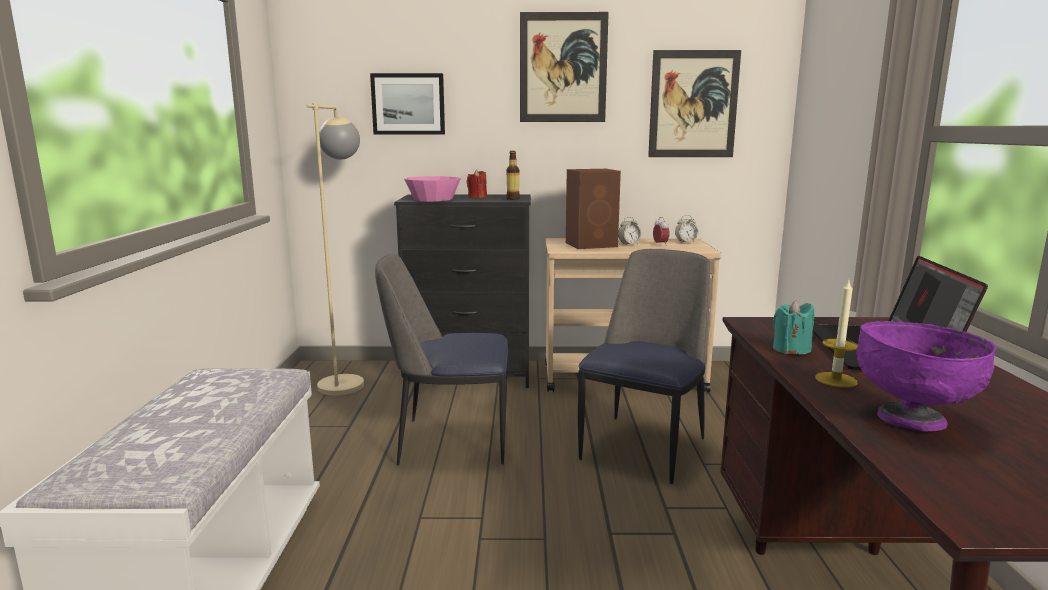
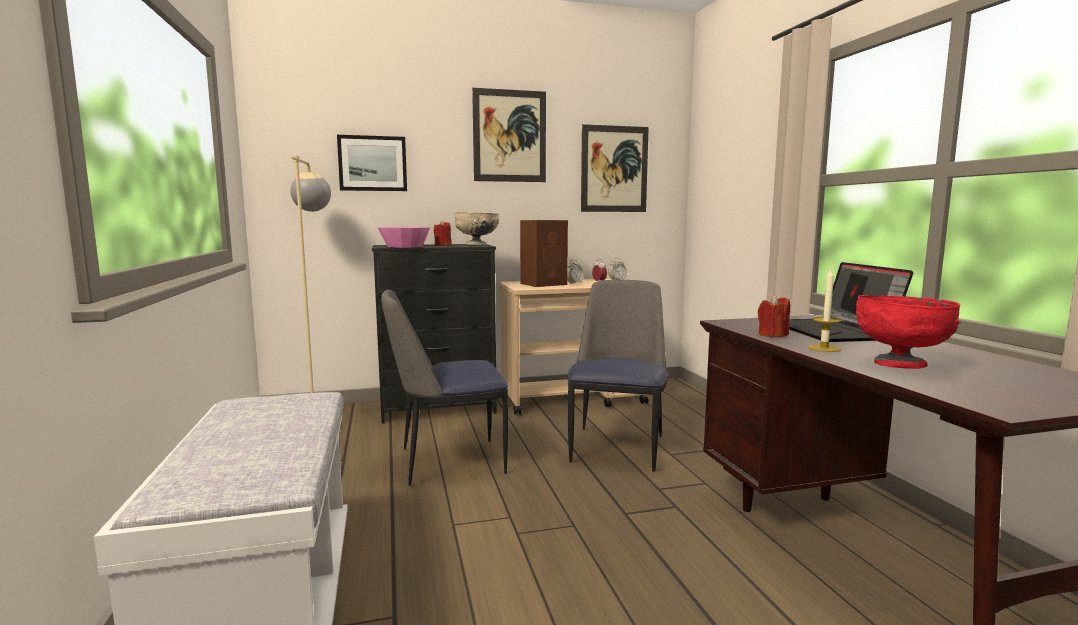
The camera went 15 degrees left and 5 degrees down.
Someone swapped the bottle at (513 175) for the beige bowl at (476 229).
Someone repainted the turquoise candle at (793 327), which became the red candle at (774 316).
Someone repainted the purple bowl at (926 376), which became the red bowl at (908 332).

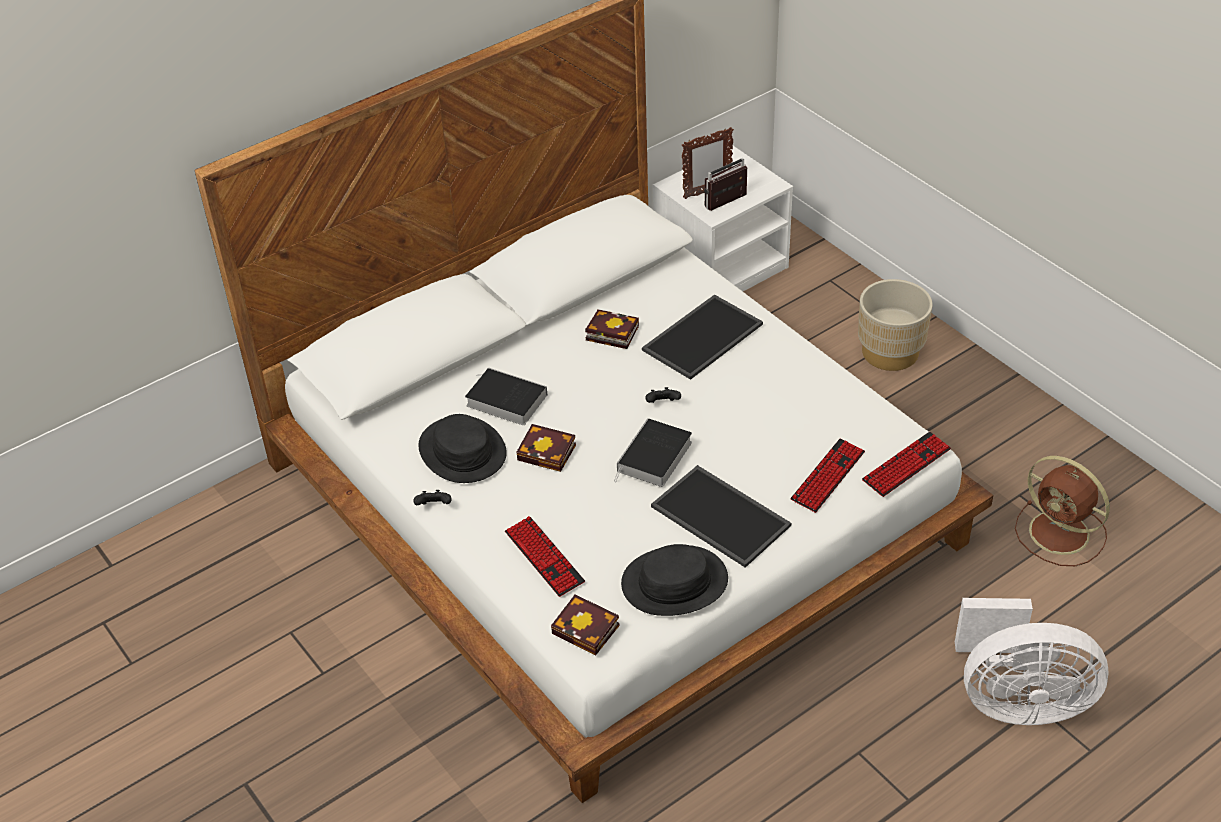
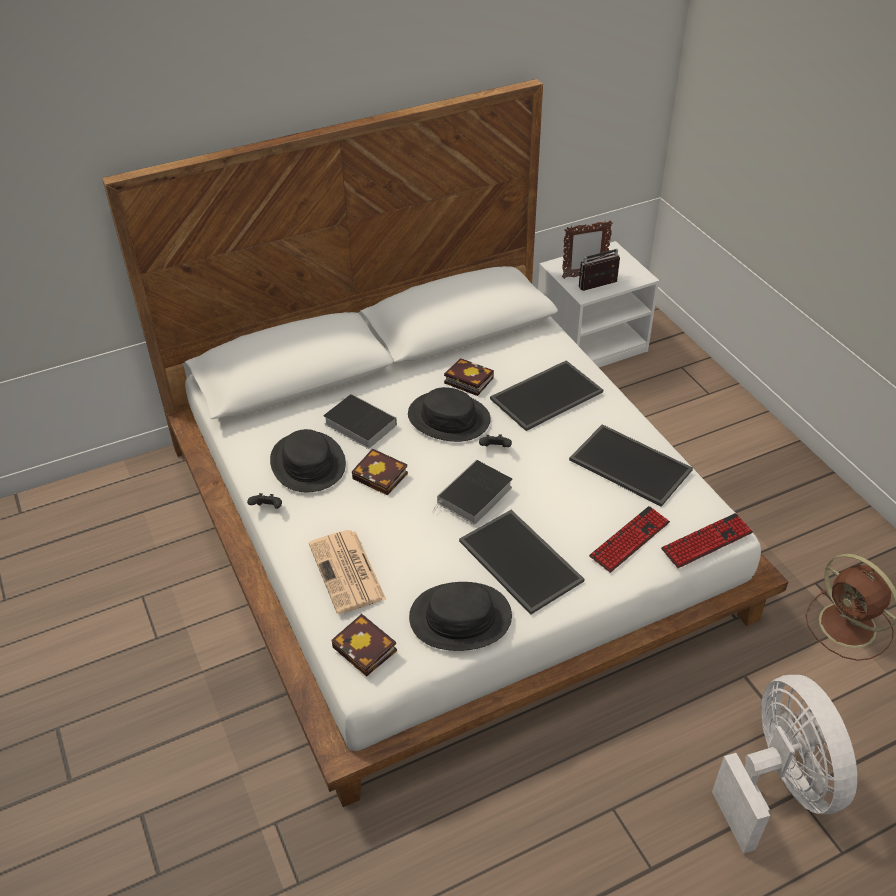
The camera went 10 degrees right and 0 degrees up.
Someone swapped the keyboard at (545 556) for the newspaper at (347 572).
Someone put down the black hat at (449 414).
Someone put down the tray at (631 465).
Someone rotated the white fan at (1031 661) by 120 degrees counterclockwise.
Someone took away the beige planter at (895 325).

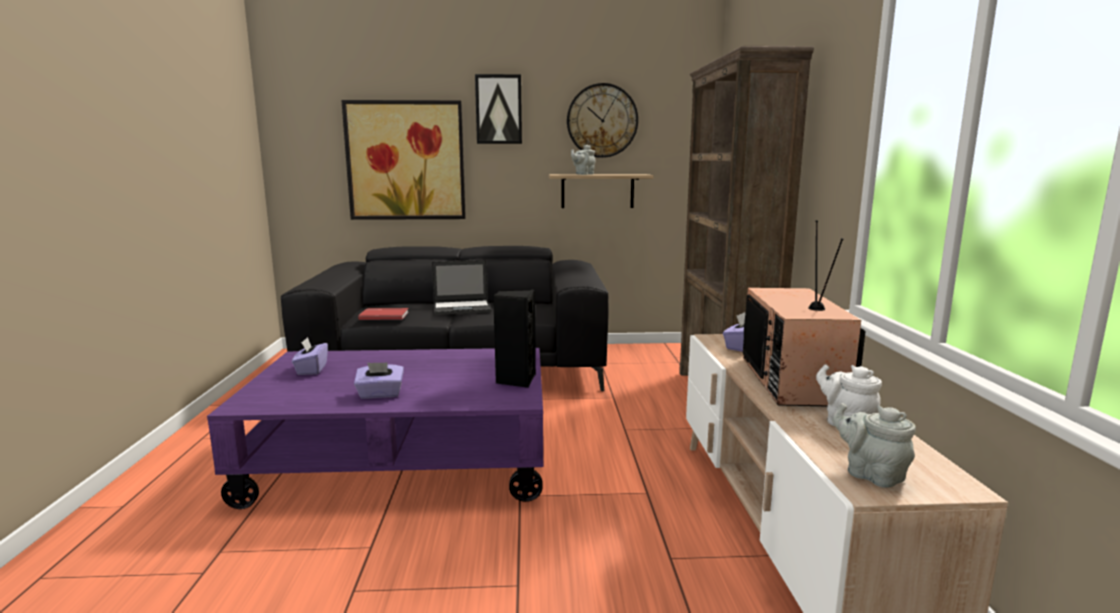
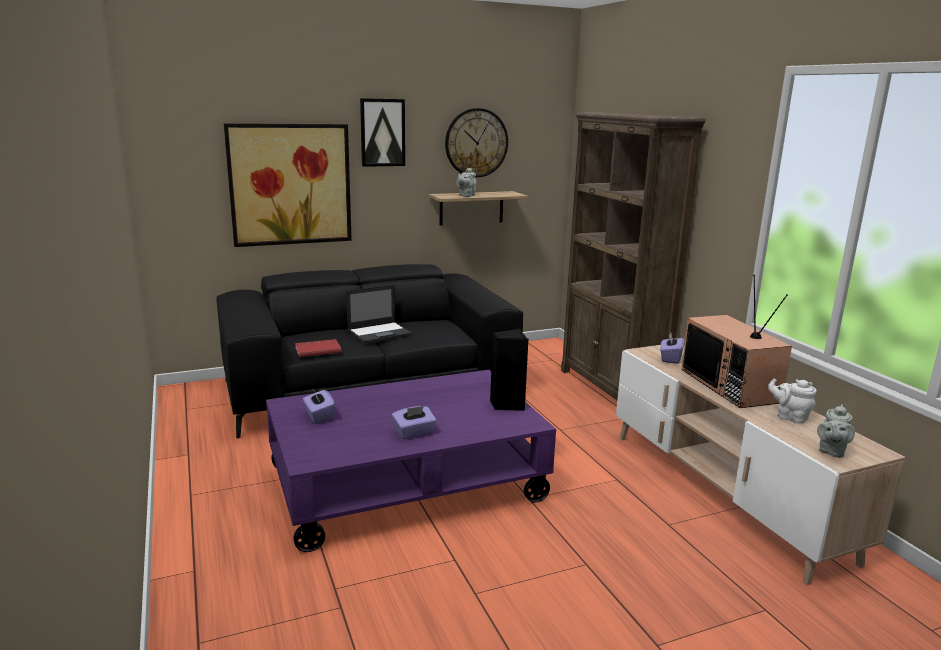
The camera went 20 degrees left and 5 degrees up.
Someone rotated the grey teapot at (874 445) by 90 degrees counterclockwise.

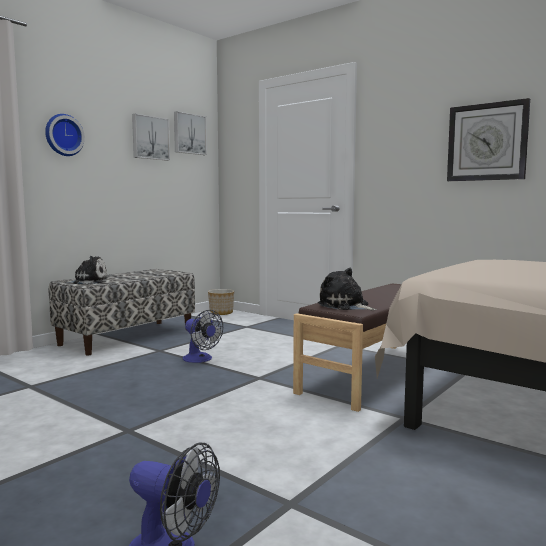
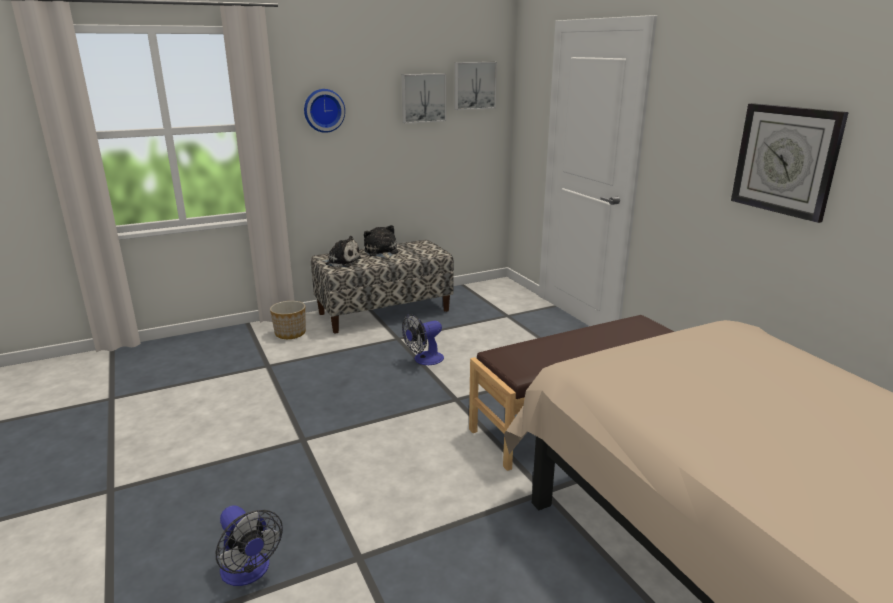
The camera went 25 degrees right and 15 degrees up.
Someone carried the planter from (221 302) to (288 320).
Someone carried the plush toy from (347 289) to (381 242).
Someone rotated the fan at (203 336) by 75 degrees clockwise.

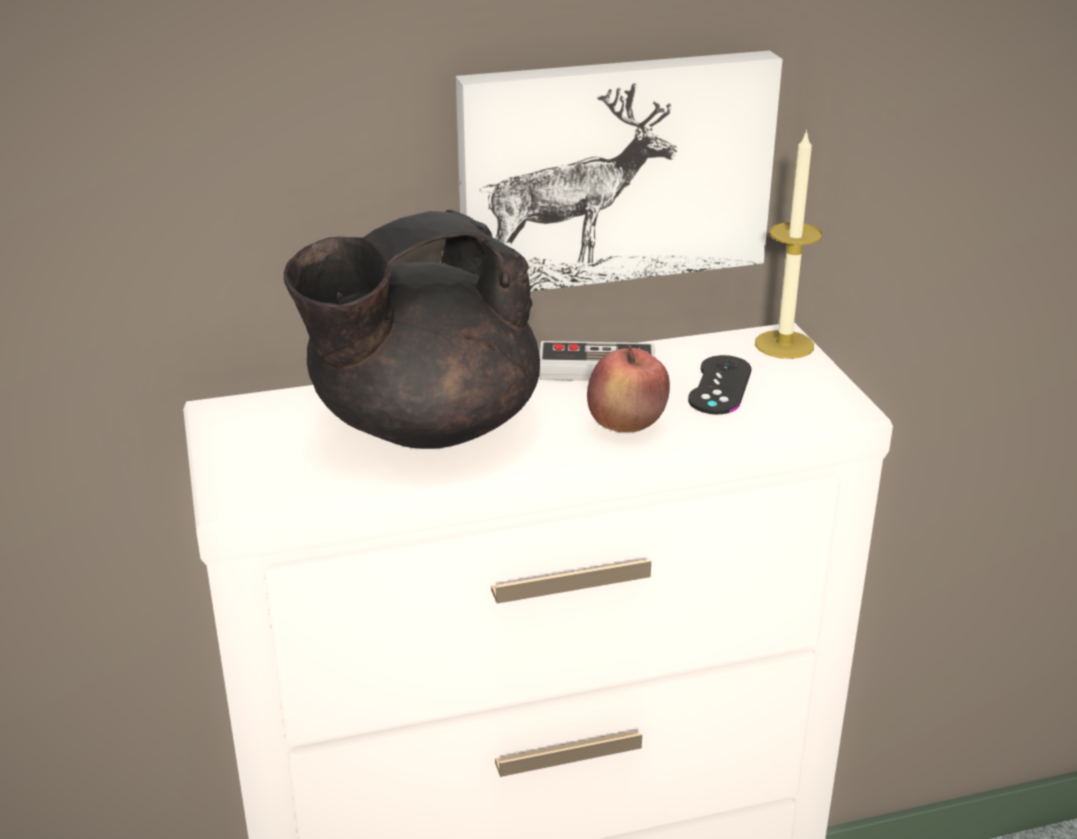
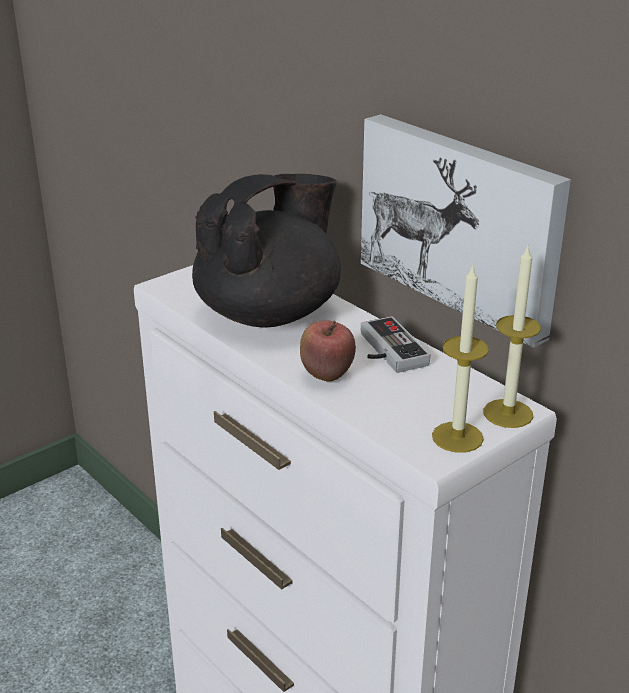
The camera went 65 degrees right and 0 degrees up.
Someone rotated the black teapot at (412 329) by 105 degrees clockwise.
Someone put down the candle at (460 358).
Someone took away the black game controller at (719 384).

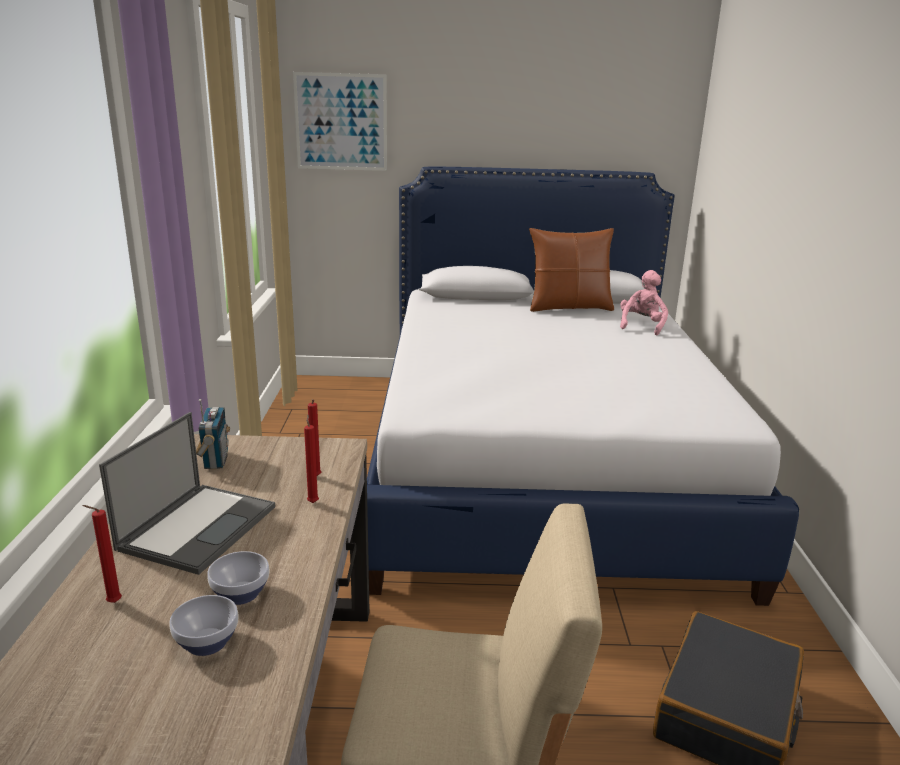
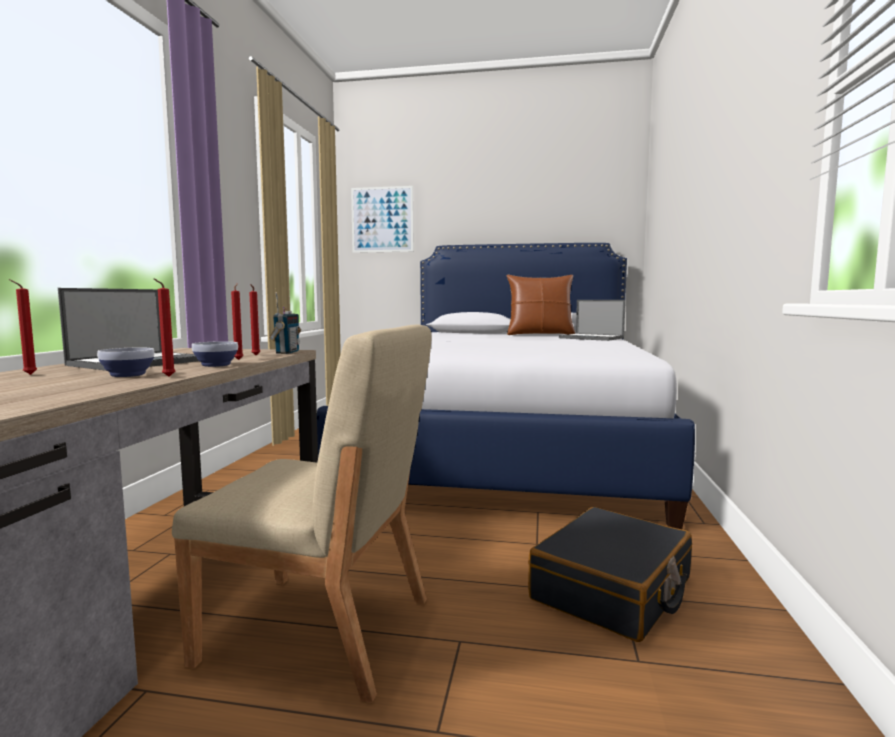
The camera went 10 degrees right and 15 degrees down.
Someone put down the red candle at (164 327).
Someone carried the bowl from (203 625) to (215 354).
Someone carried the radio from (213 434) to (285 323).
Someone swapped the pink plush toy at (644 302) for the laptop at (592 320).

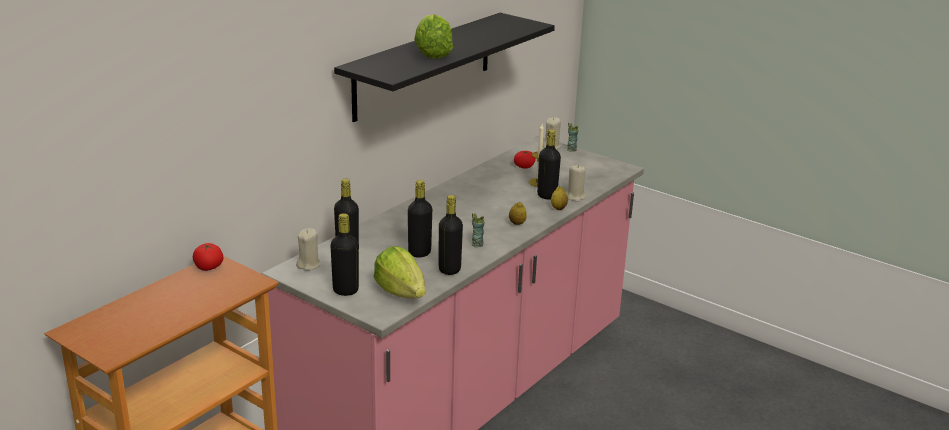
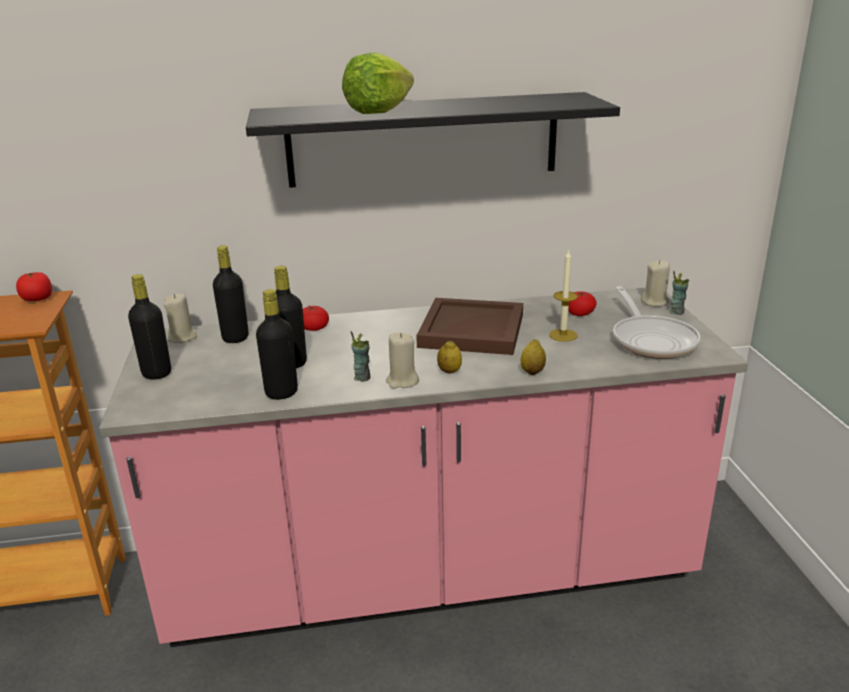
The camera went 45 degrees right and 0 degrees up.
Someone put down the tomato at (316 318).
Someone carried the beige candle from (576 183) to (402 361).
Someone put down the brown tray at (469 326).
Someone put down the frying pan at (657 322).
Someone took away the lettuce at (399 272).
Someone took away the black bottle at (549 164).

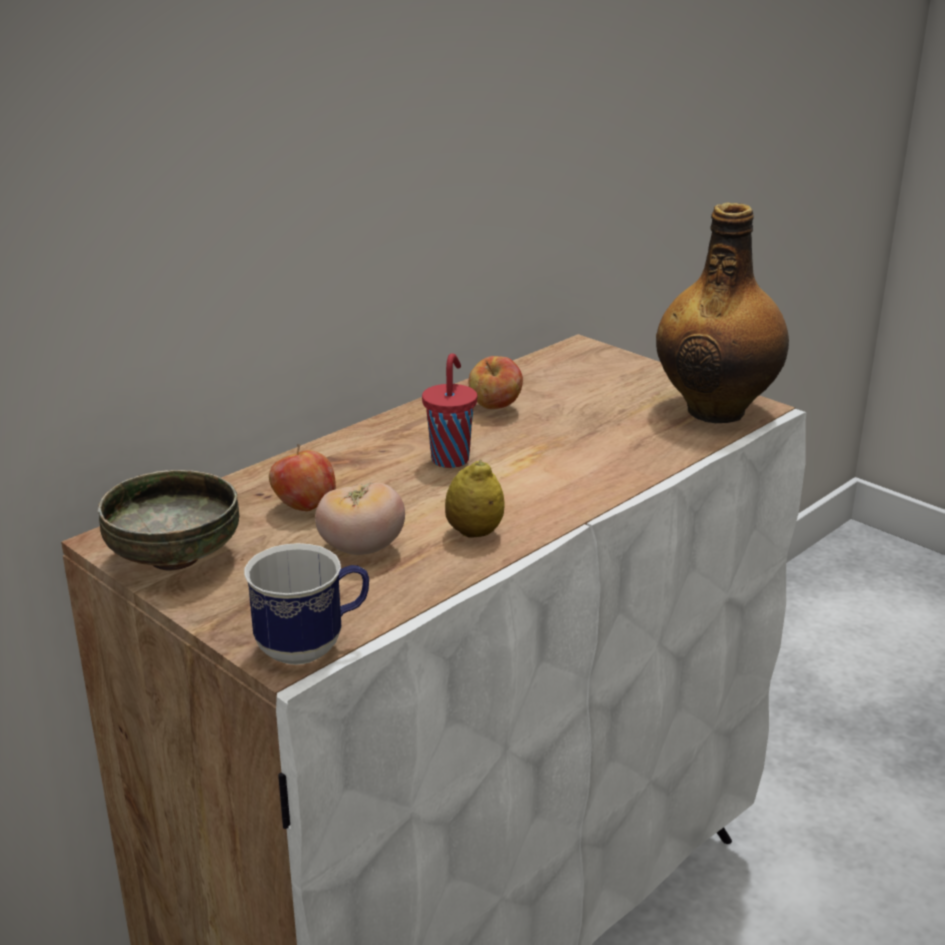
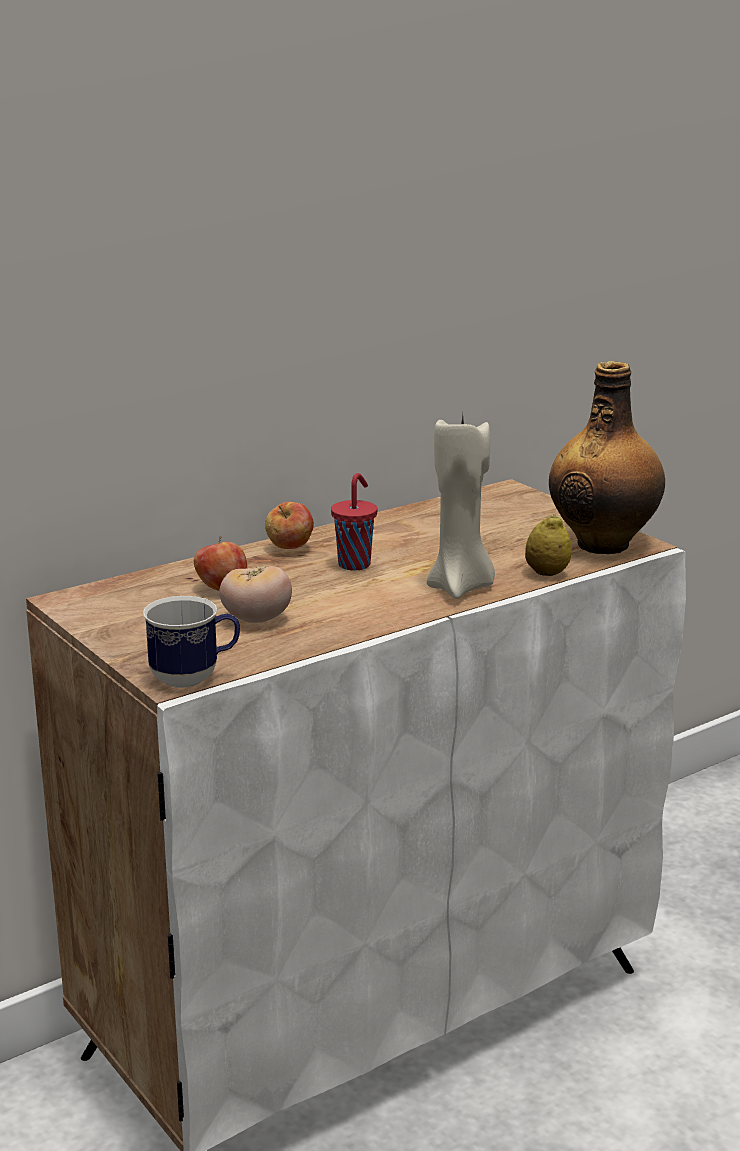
The camera went 10 degrees right and 5 degrees down.
Someone carried the apple from (496 382) to (289 525).
Someone put down the beige candle at (460 506).
Someone carried the lemon from (475 498) to (548 545).
Someone took away the bowl at (168 520).

